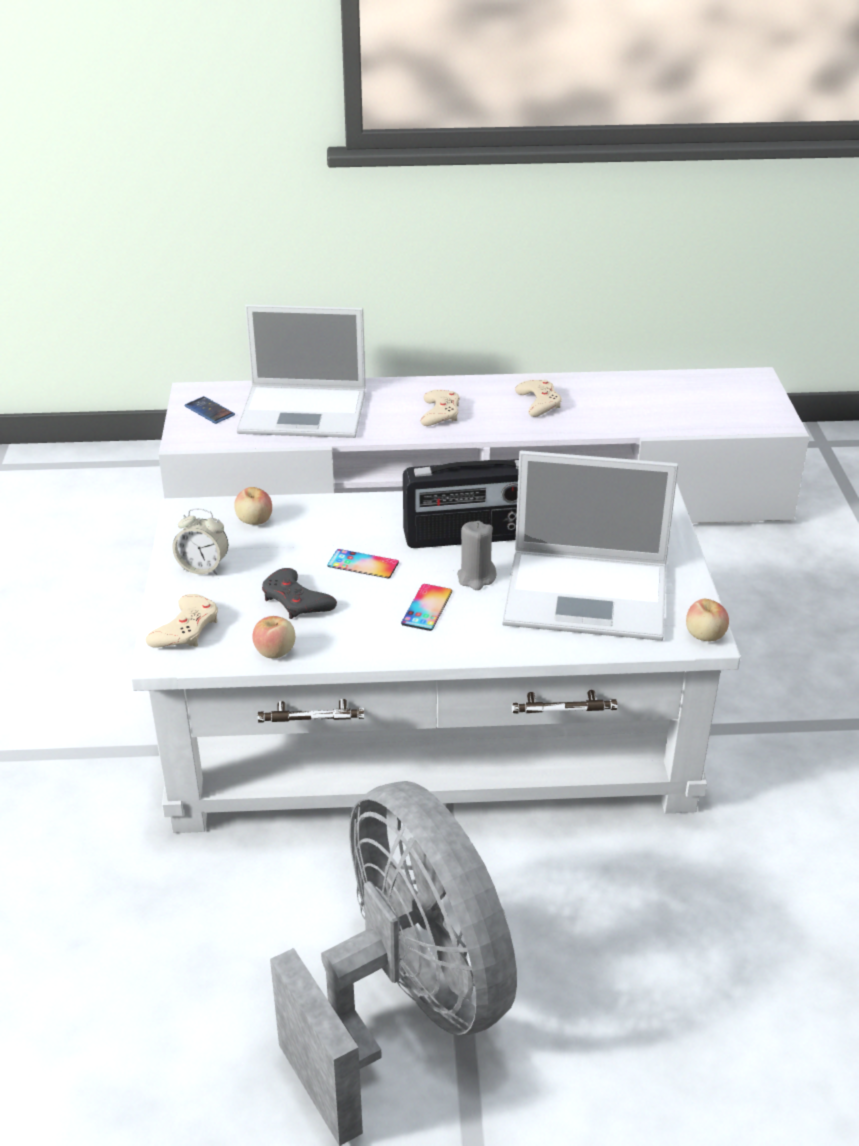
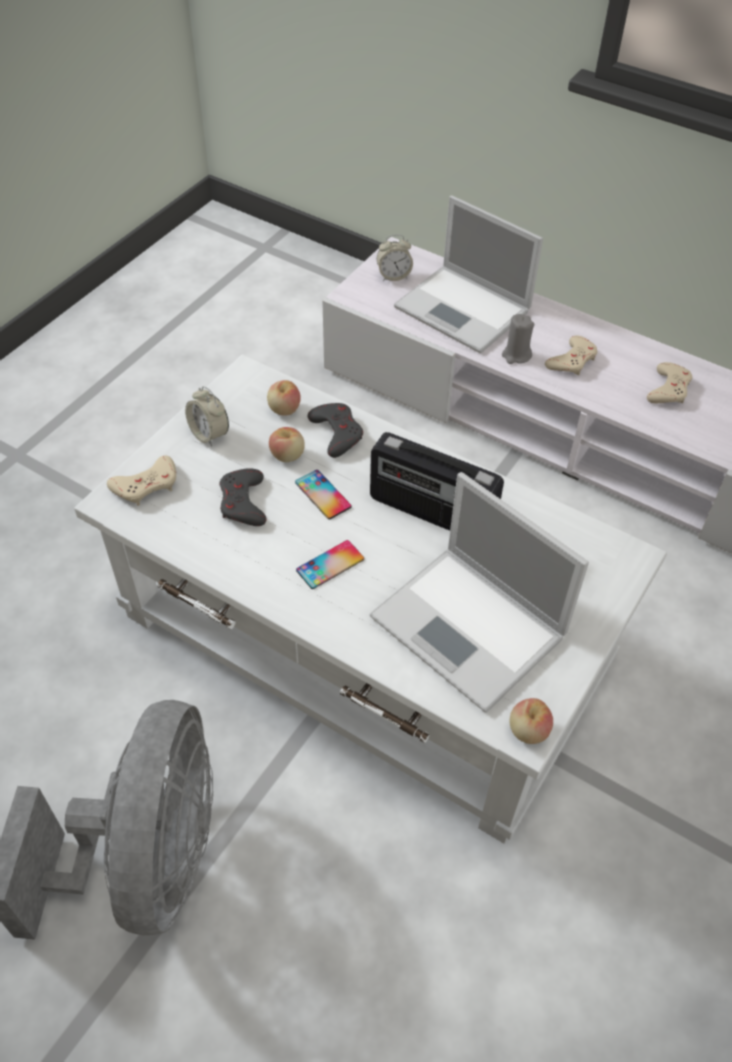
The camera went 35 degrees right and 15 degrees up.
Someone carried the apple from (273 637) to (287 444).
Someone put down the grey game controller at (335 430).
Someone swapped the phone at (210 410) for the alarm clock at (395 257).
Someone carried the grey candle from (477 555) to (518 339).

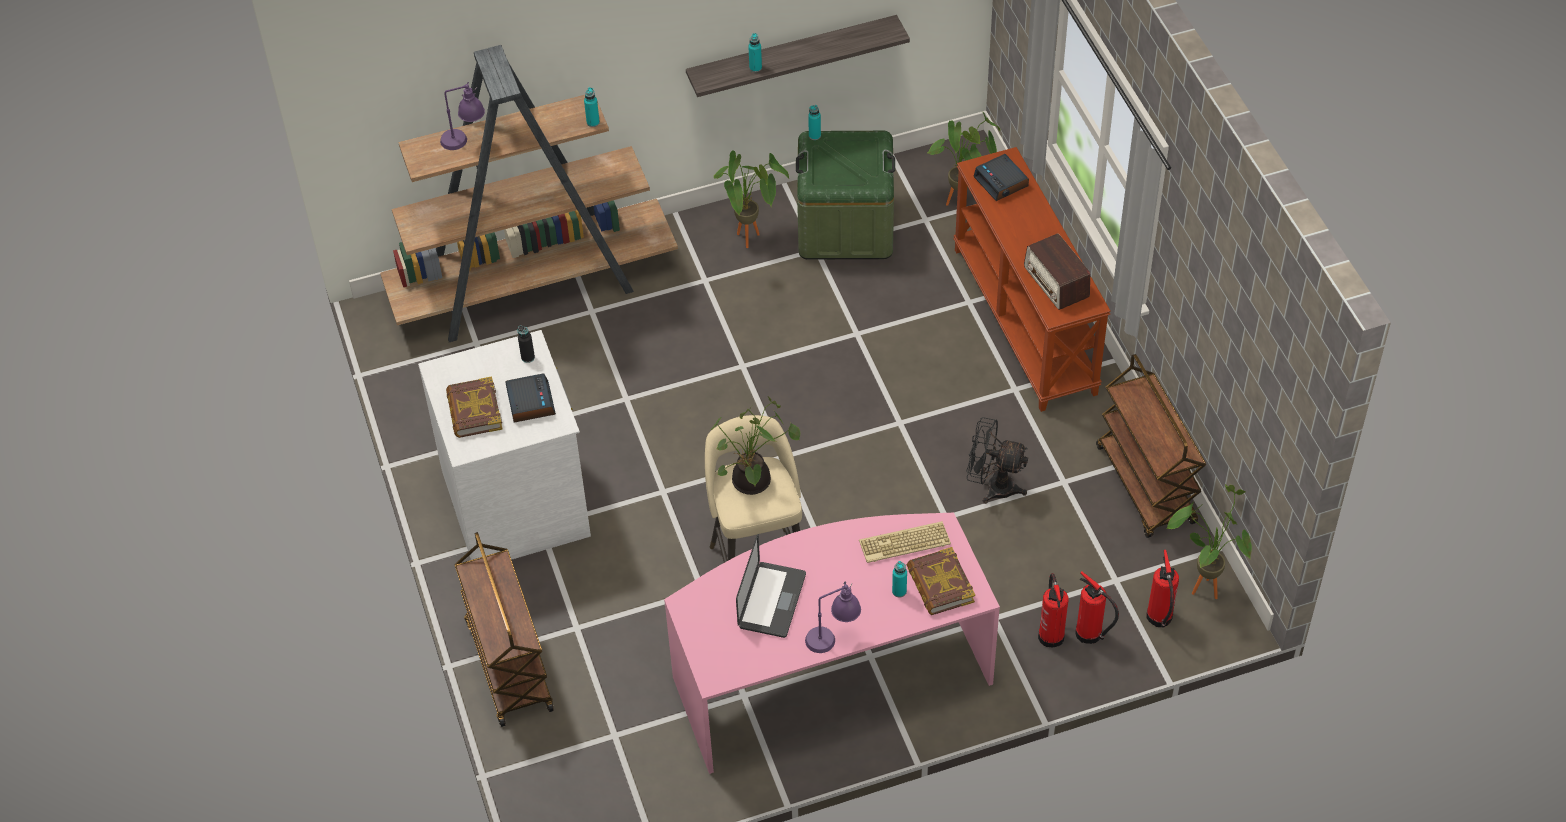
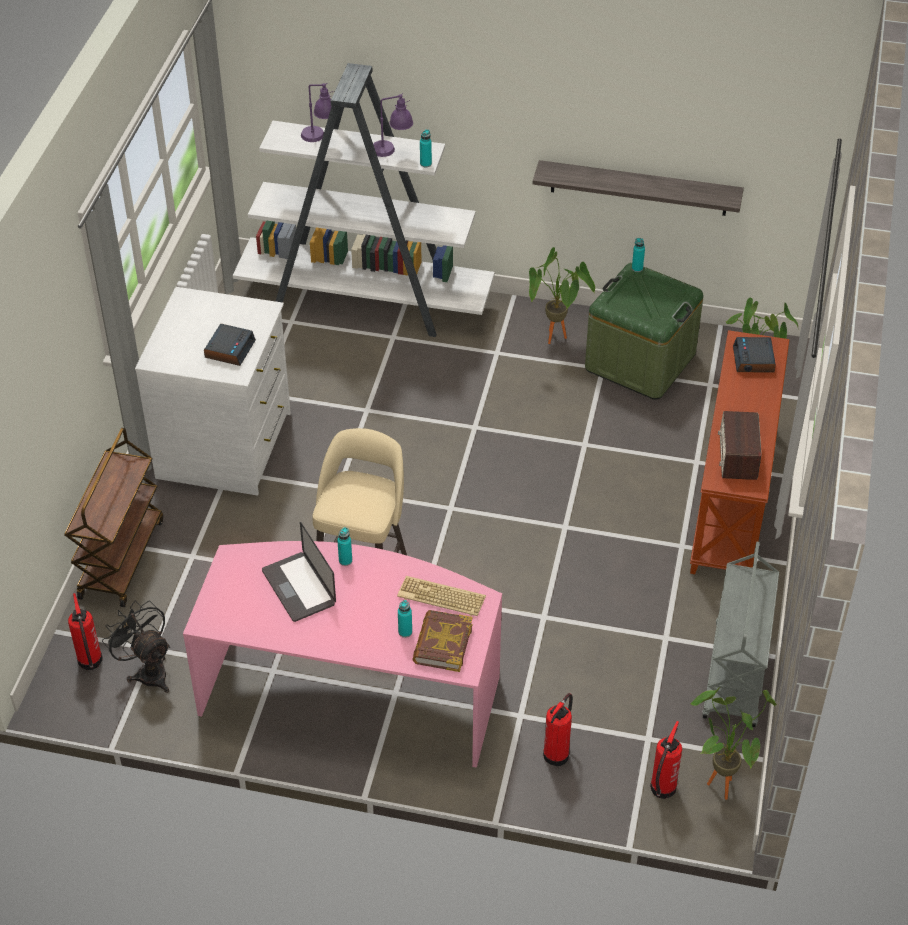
The camera went 30 degrees right and 5 degrees down.
Someone carried the fire extinguisher from (1097 608) to (85 631).
Someone carried the black fan from (997 460) to (136 647).
Someone repainted the brown bookcase at (529 193), which became the white bookcase at (364 200).
Someone rotated the laptop at (771 586) by 105 degrees clockwise.
Someone carried the turquoise bottle from (755 52) to (344 546).
Someone carried the purple table lamp from (833 617) to (393 125).
Someone repainted the brown cart at (1151 446), which became the grey cart at (740 634).
Someone took away the book at (474 407).
Someone took away the black bottle at (526 344).
Someone took away the potted plant at (755 445).

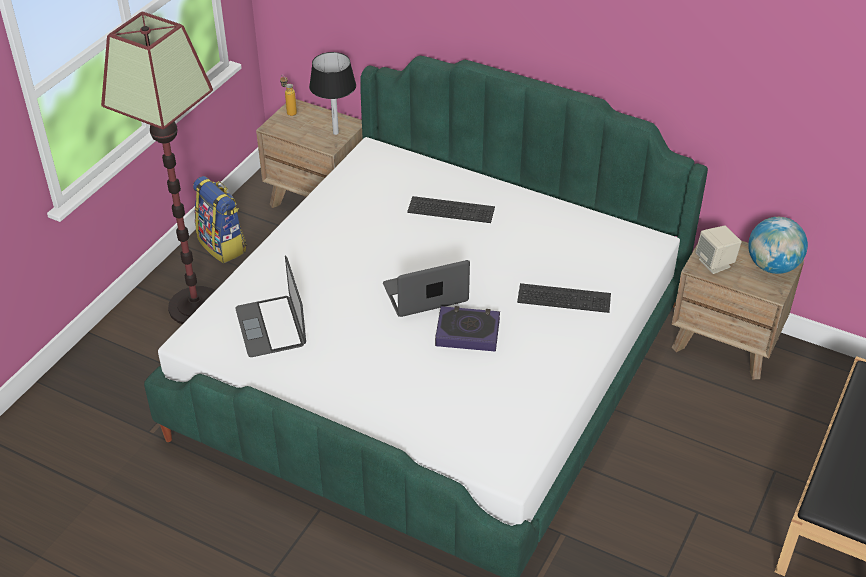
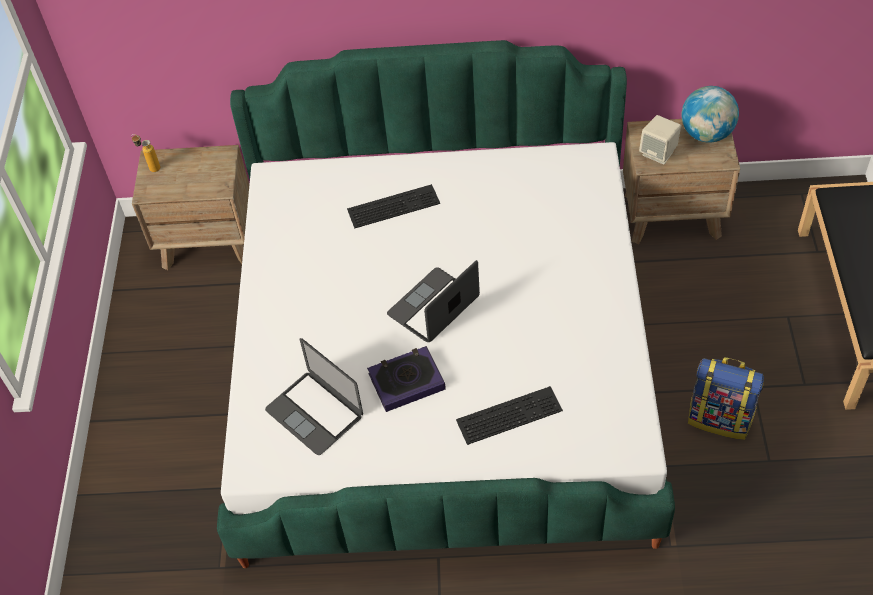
The camera went 25 degrees left and 10 degrees up.
Someone carried the book from (467 328) to (406 379).
Someone carried the keyboard from (564 298) to (509 415).
Someone carried the backpack from (220 219) to (726 398).
Someone took away the floor lamp at (158 168).
Someone took away the black table lamp at (332 93).

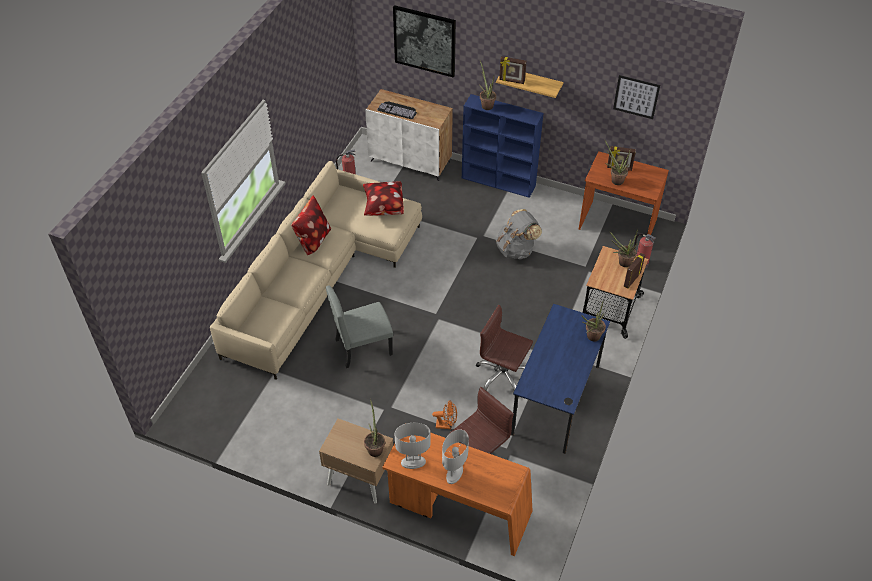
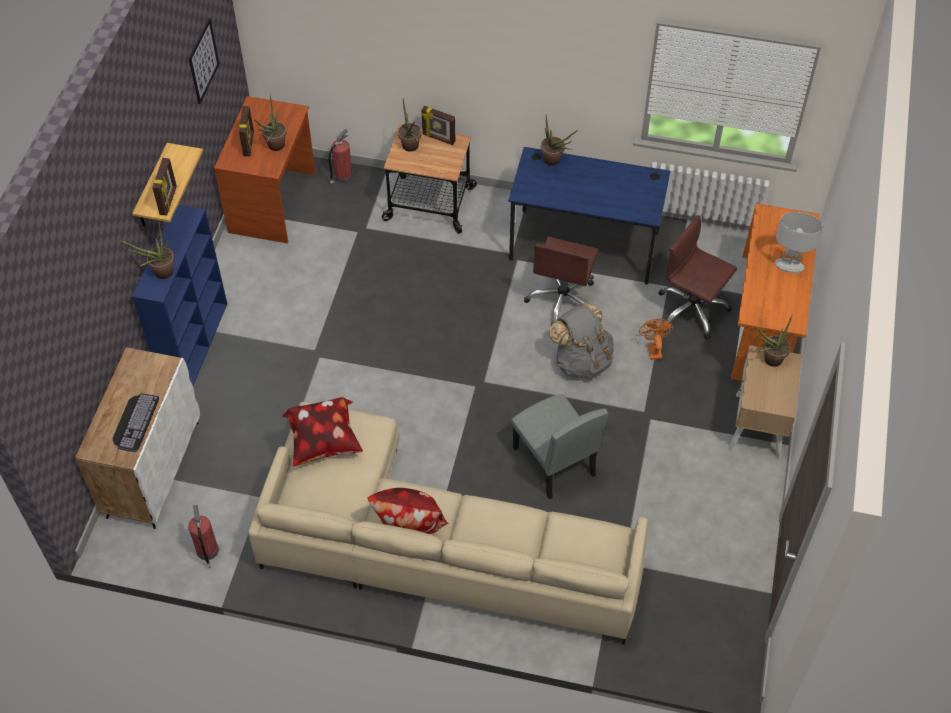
The camera went 100 degrees left and 5 degrees up.
Someone carried the grey backpack from (519 234) to (581 341).
Someone took away the picture at (424 41).
Someone took away the white table lamp at (412 446).

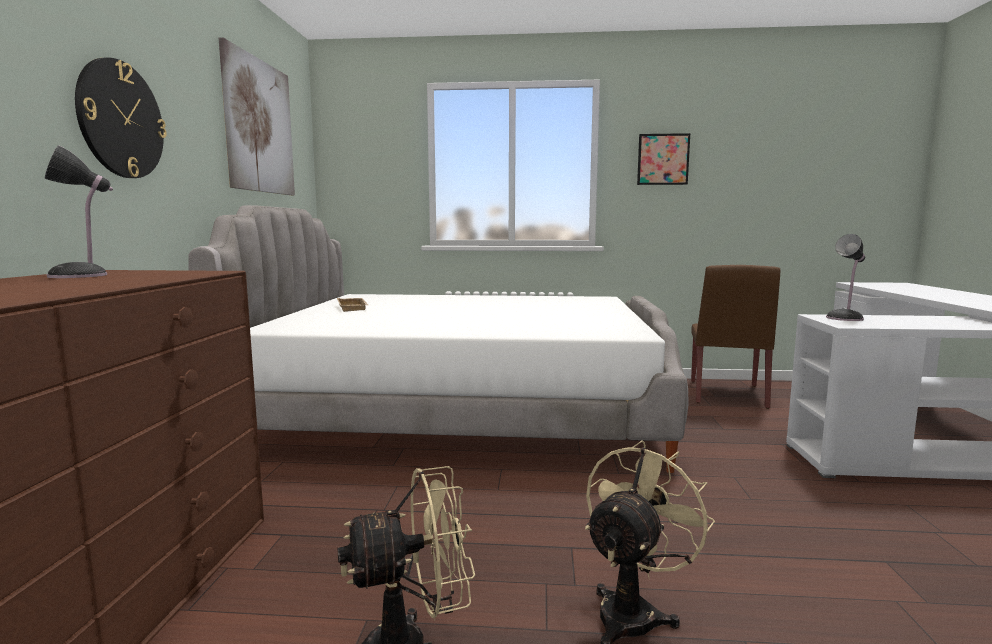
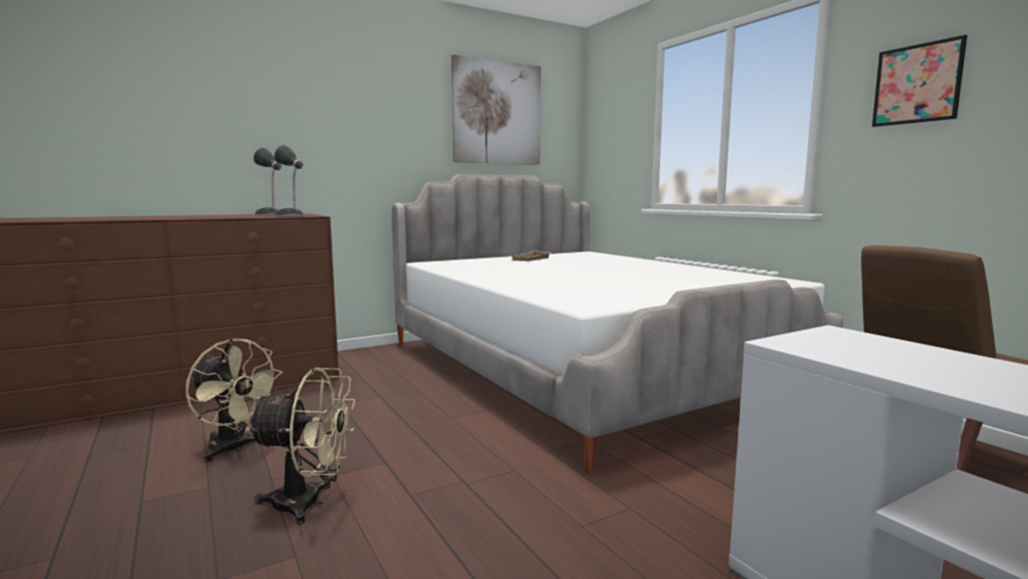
The camera went 55 degrees right and 0 degrees up.
Someone carried the table lamp from (845 277) to (289 180).
Someone took away the wall clock at (121 118).

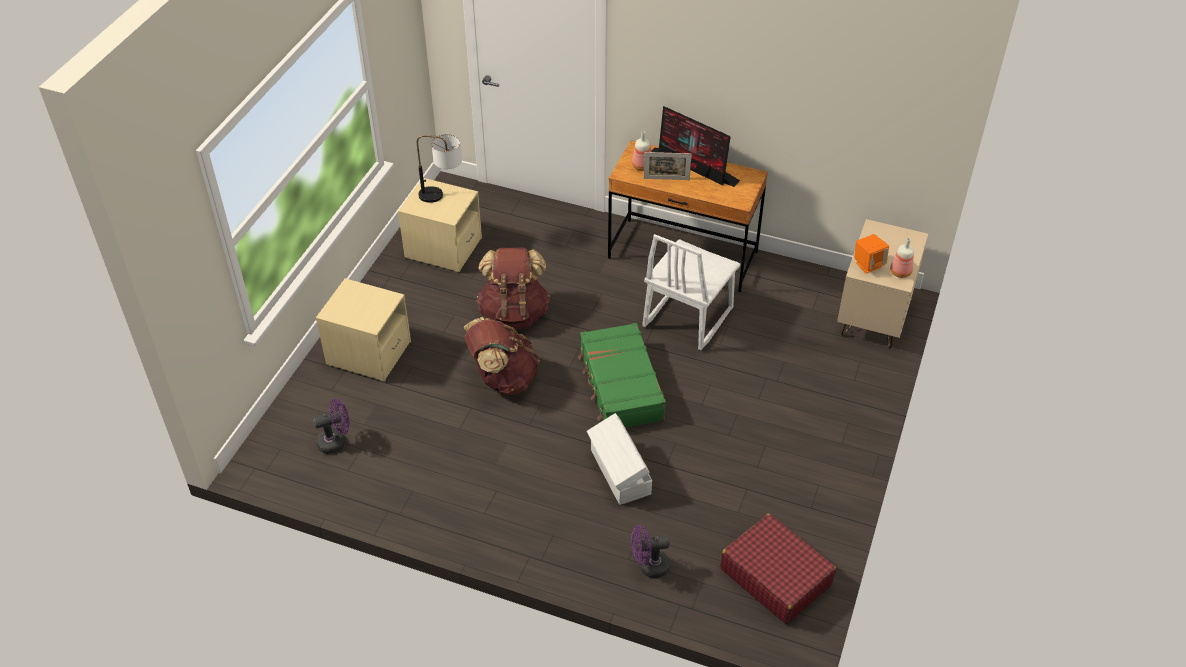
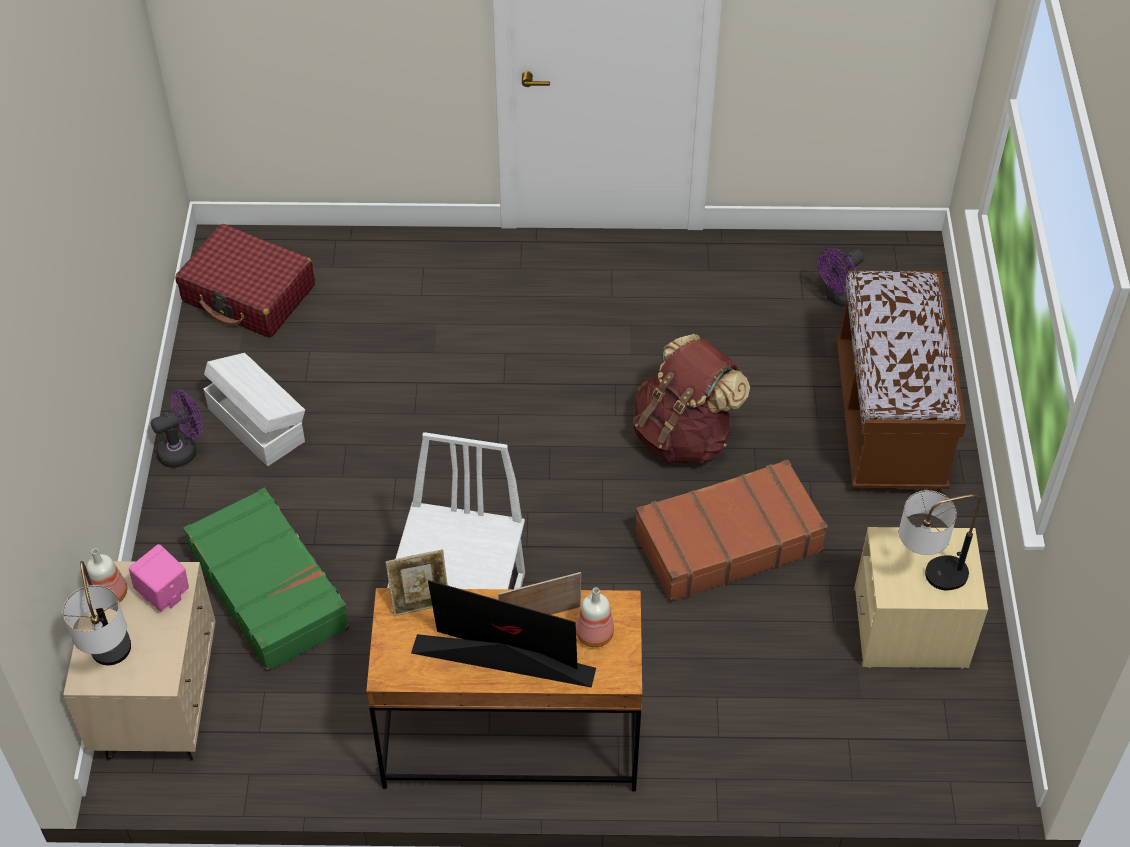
The camera went 160 degrees right and 5 degrees up.
Someone put down the table lamp at (97 613).
Someone repainted the orange speaker at (871 253), which became the pink speaker at (159 578).
Someone carried the purple fan from (650 551) to (177 428).
Someone carried the green suitcase from (622 375) to (266 580).
Someone carried the white storage box from (619 459) to (254 409).
Someone put down the picture frame at (416 583).
Someone swapped the brown backpack at (513 288) for the brown suitcase at (731 530).
Someone swapped the beige nightstand at (363 329) for the brown bench at (901 379).

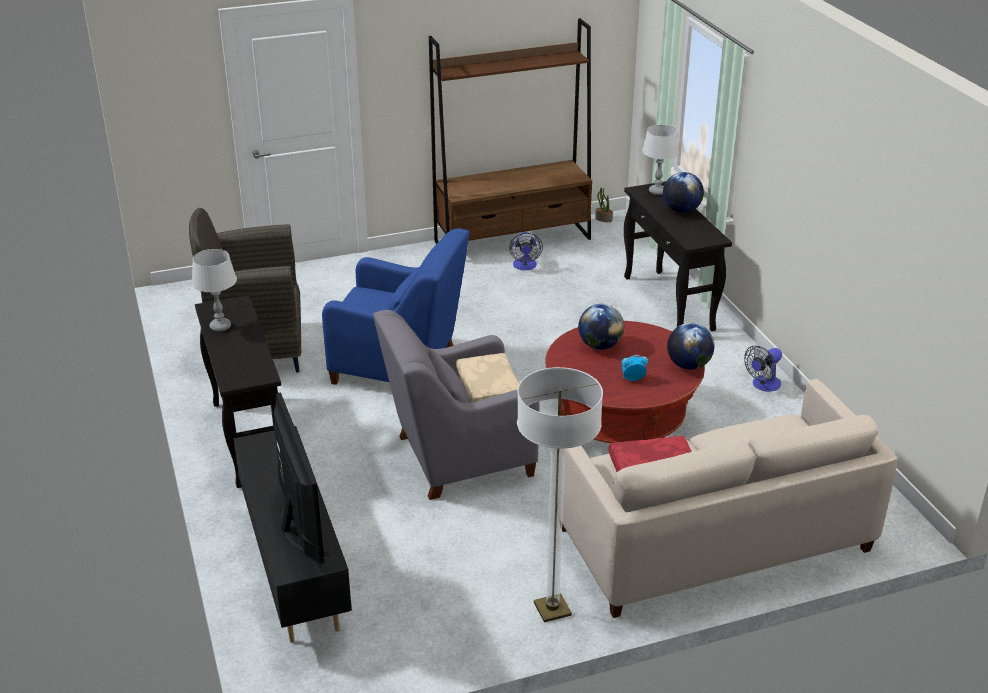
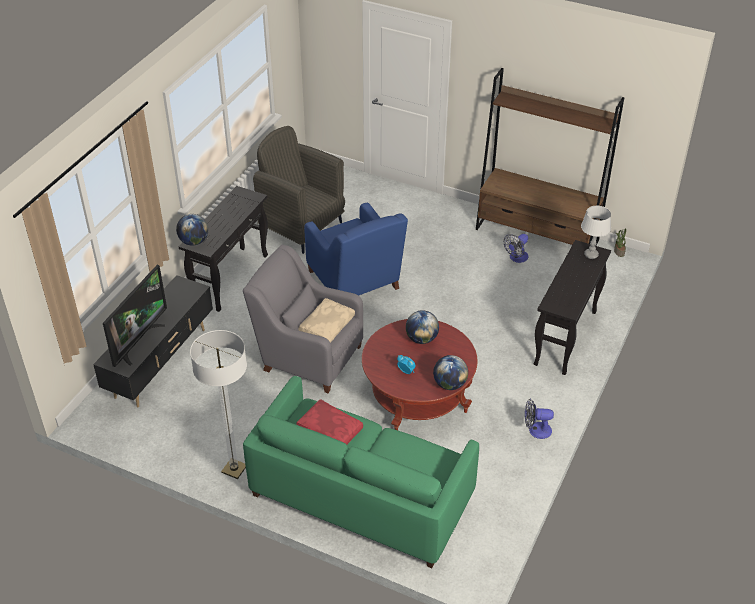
The camera went 45 degrees right and 10 degrees up.
Someone carried the globe from (683 192) to (192 230).
Someone repainted the beige sofa at (730 498), which became the green sofa at (361 472).
Someone took away the grey table lamp at (214 290).

